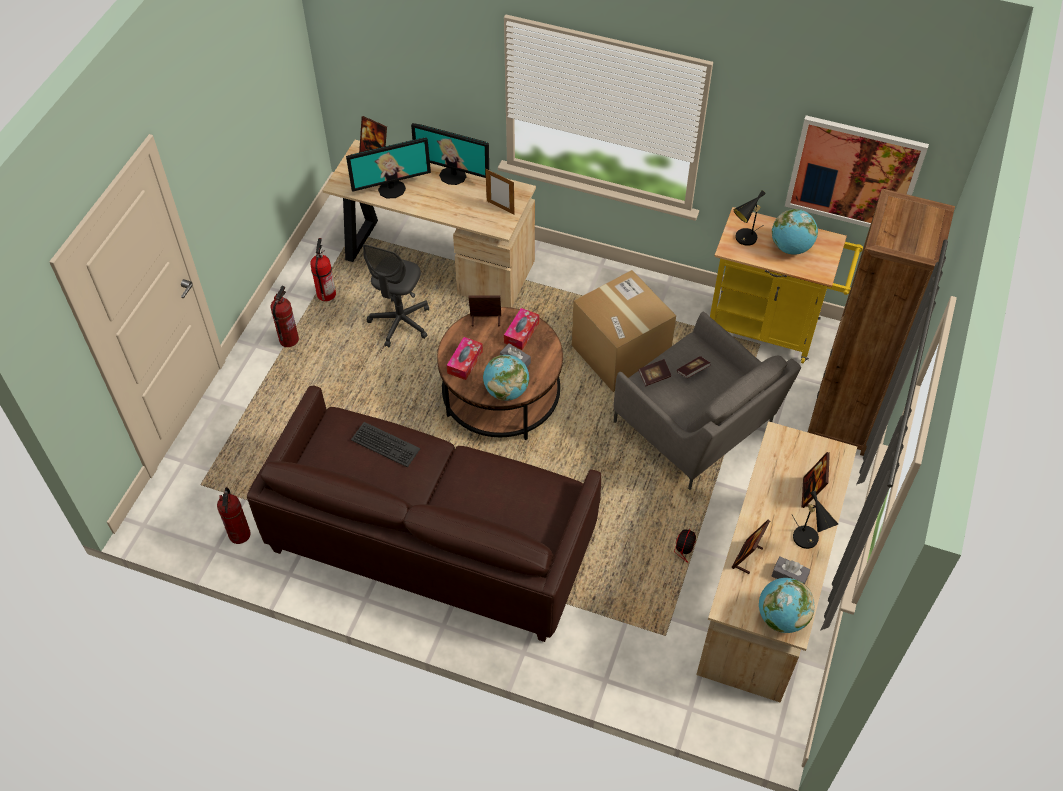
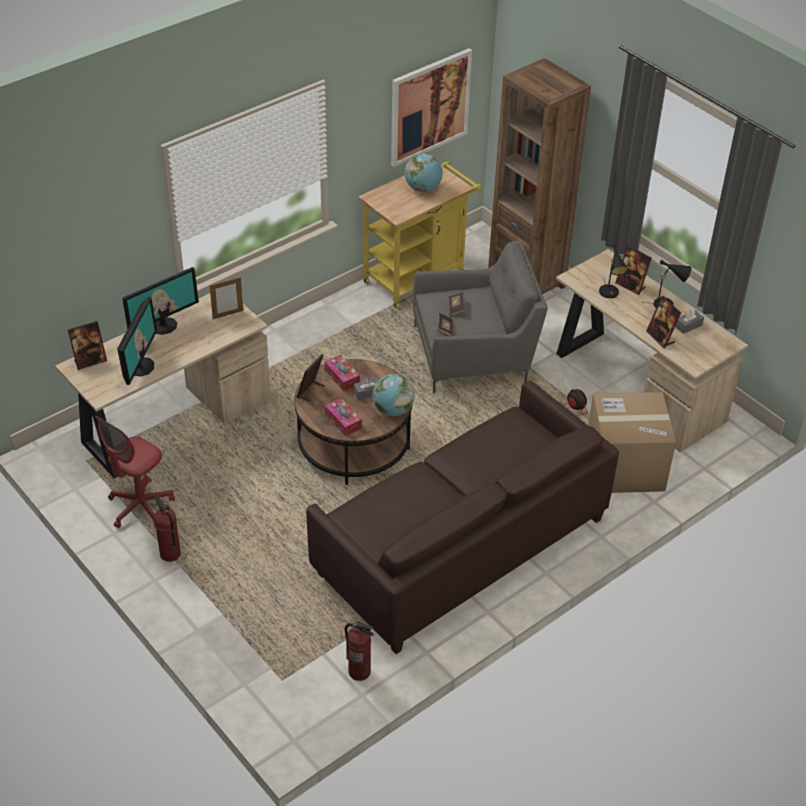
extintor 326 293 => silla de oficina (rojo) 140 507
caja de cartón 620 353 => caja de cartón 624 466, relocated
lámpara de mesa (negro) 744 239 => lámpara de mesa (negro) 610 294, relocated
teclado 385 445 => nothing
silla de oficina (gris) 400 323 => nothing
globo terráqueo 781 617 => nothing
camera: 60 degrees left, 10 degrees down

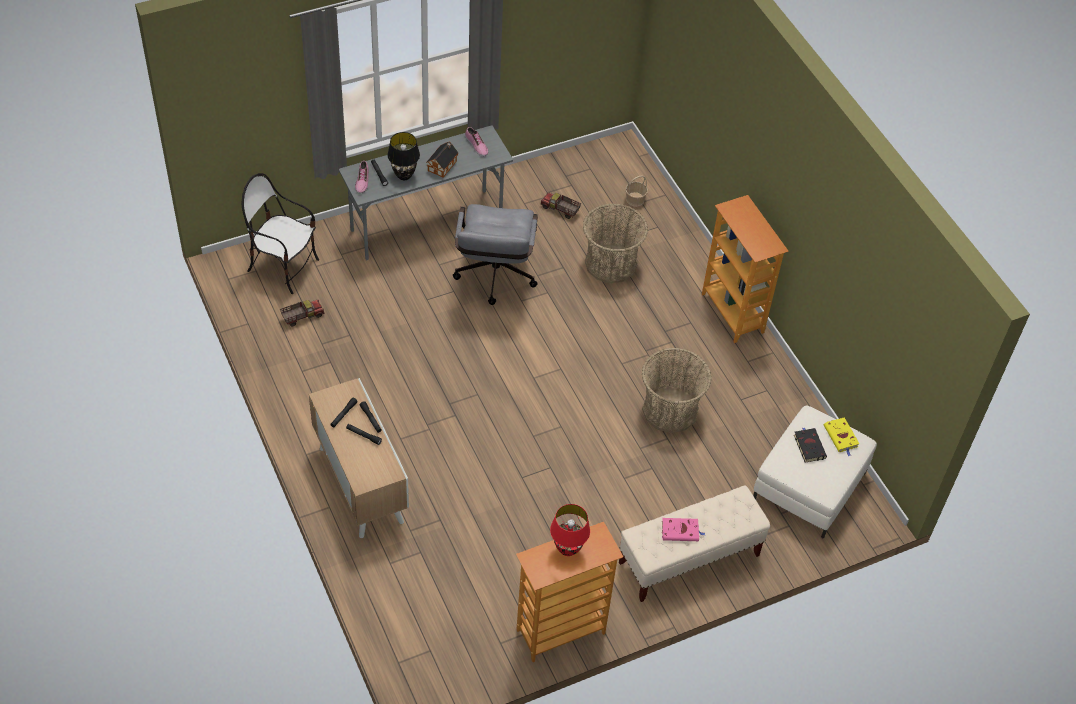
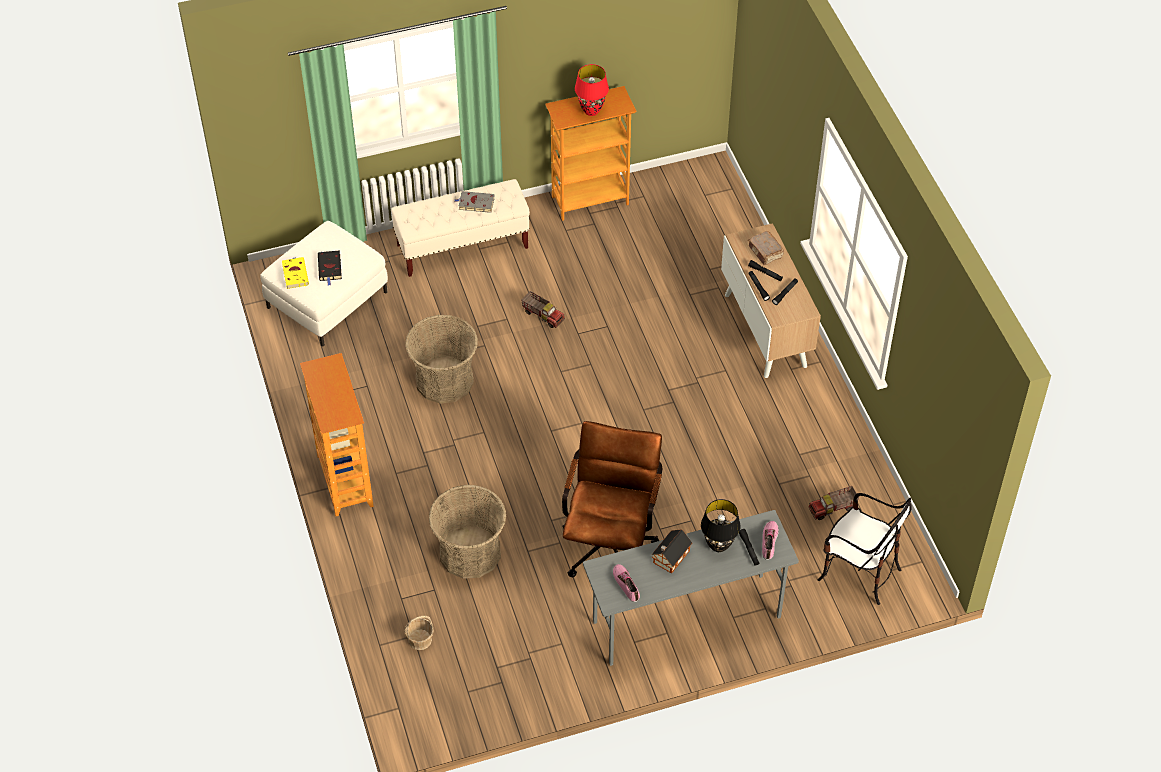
libro (rosa) 681 531 => libro (gris) 475 203
camión de juguete 560 210 => camión de juguete 543 315, relocated
silla de oficina (gris) 494 279 => silla de oficina (marrón) 611 541
nothing => libro (marrón) 765 252
camera: 170 degrees left, 0 degrees up

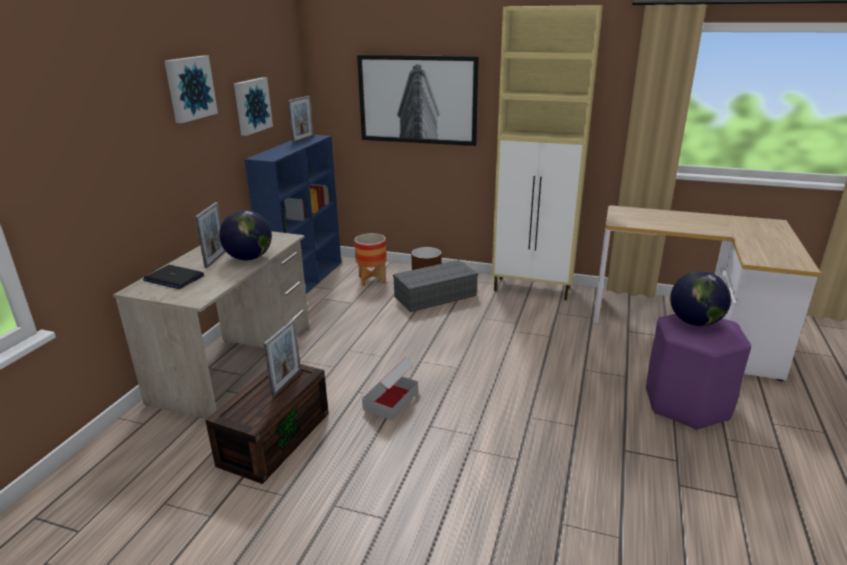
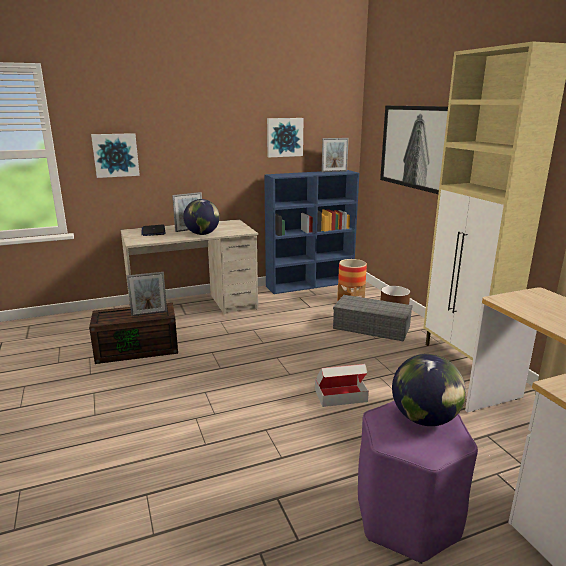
cuadro 189 88 => cuadro 115 155, relocated
caja de cartón 391 401 => caja de cartón 340 395, relocated
camera: 50 degrees right, 5 degrees down

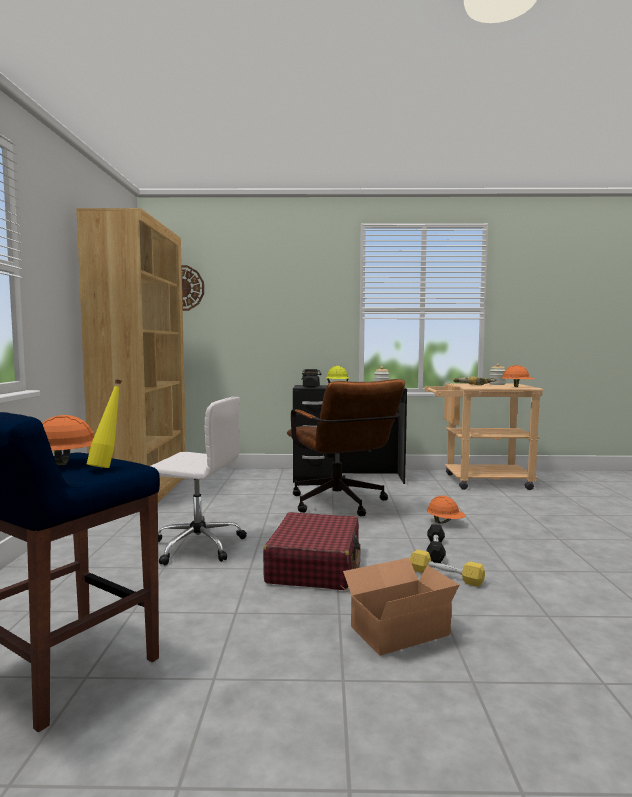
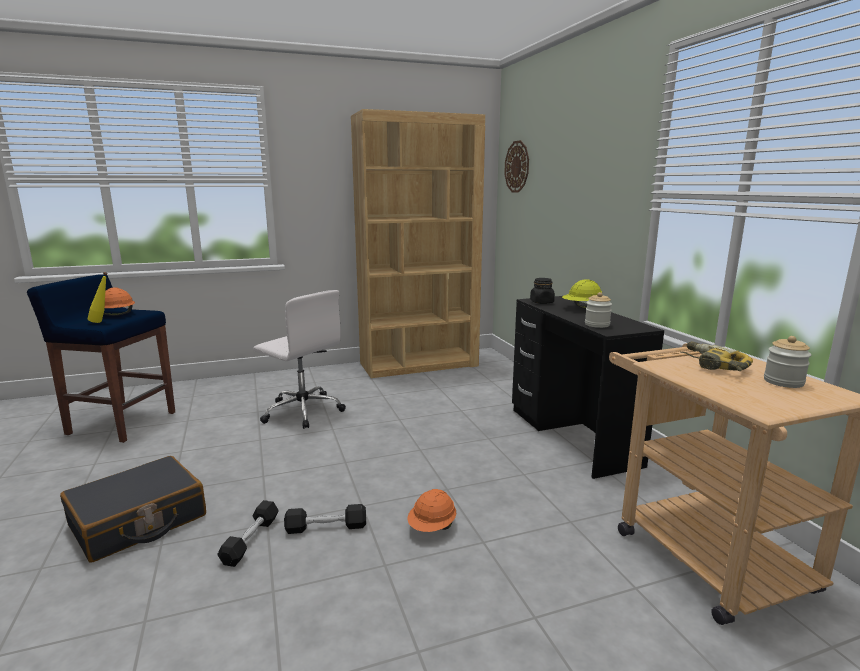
caja de cartón 396 629 => maleta (negro) 138 521
mancuerna (amarillo) 446 576 => mancuerna (negro) 251 540
silla de oficina (blanco) 196 546 => silla de oficina (blanco) 302 411, 45 degrees counterclockwise
maleta (rojo) 315 565 => nothing
silla de oficina (marrón) 341 505 => nothing
casco (naranja) 518 387 => nothing
camera: 70 degrees right, 10 degrees up

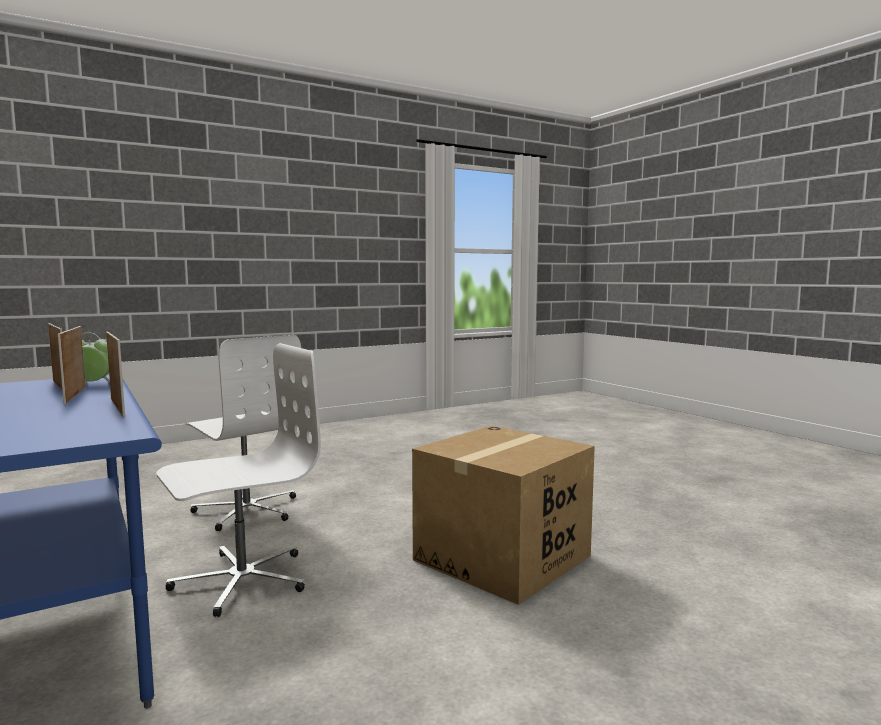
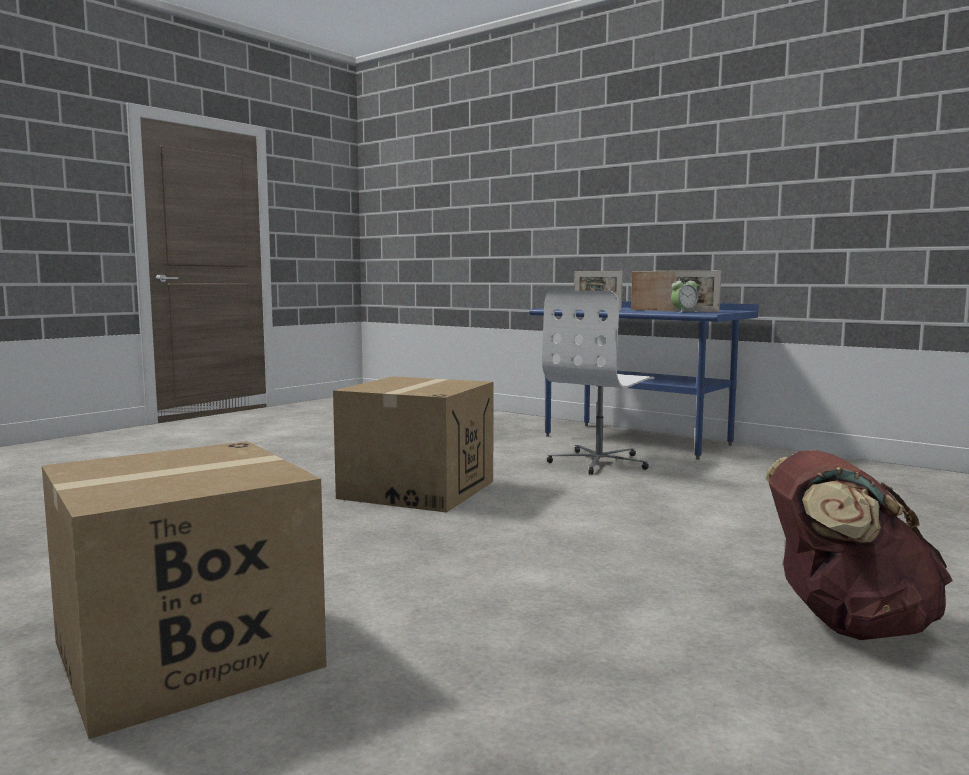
nothing => caja de cartón 186 654
nothing => mochila (marrón) 846 625
silla de oficina (blanco) 247 510 => nothing
camera: 160 degrees right, 0 degrees up

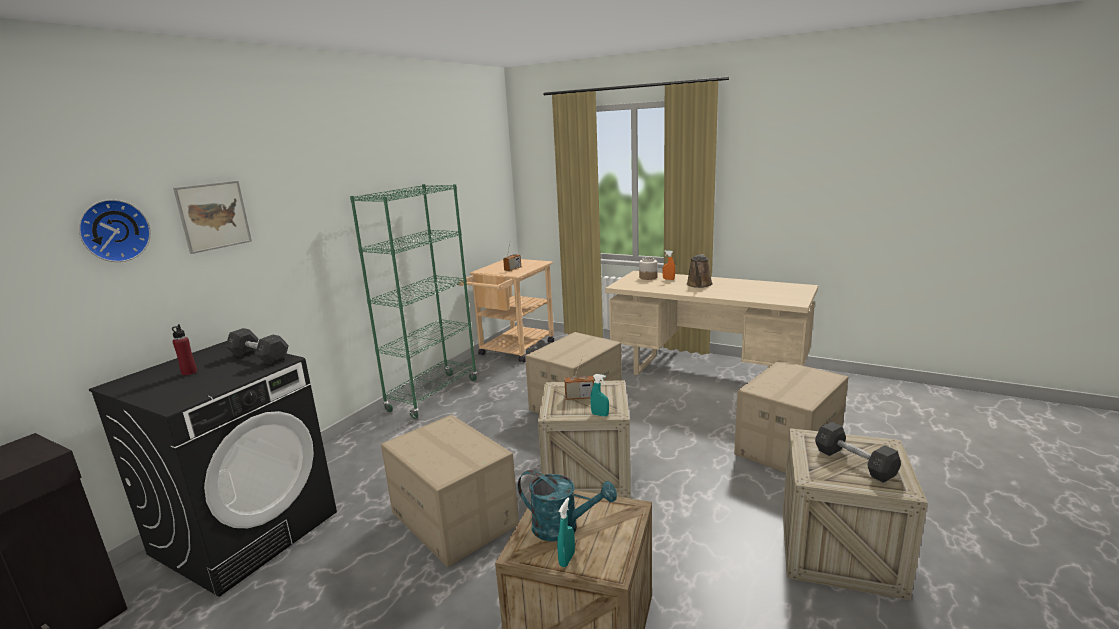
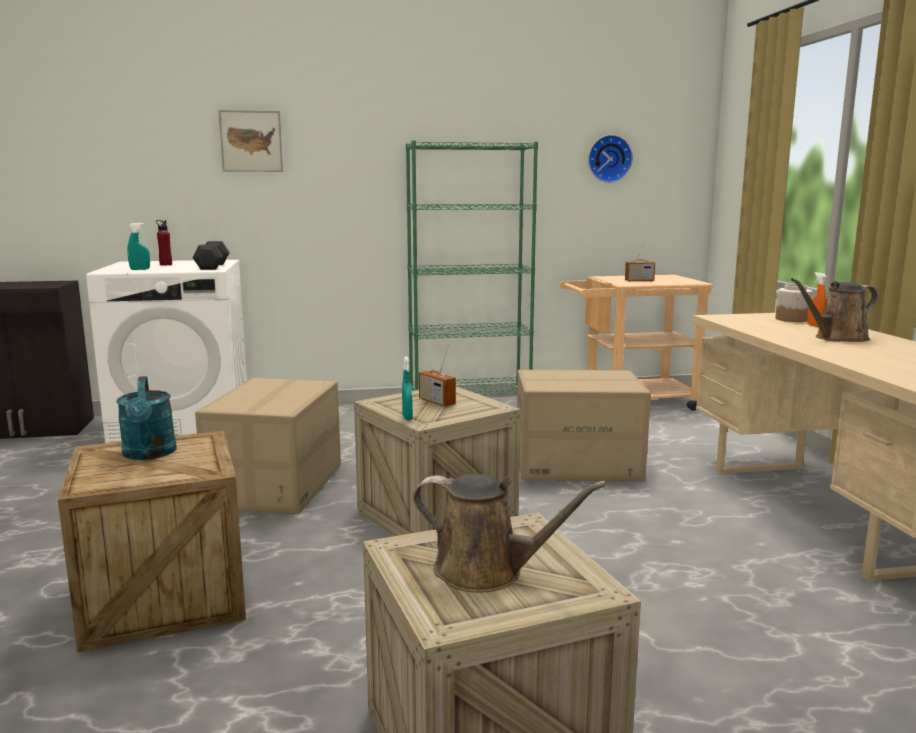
lavadora (negro) 246 532 => lavadora (blanco) 184 429
pulverizador (turquesa) 567 559 => pulverizador (turquesa) 140 269, relocated
mancuerna (gris) 854 463 => regadera (marrón) 487 572
reloj de pared 113 230 => reloj de pared 609 159, relocated
caja de cartón 787 446 => nothing
camera: 50 degrees right, 5 degrees down

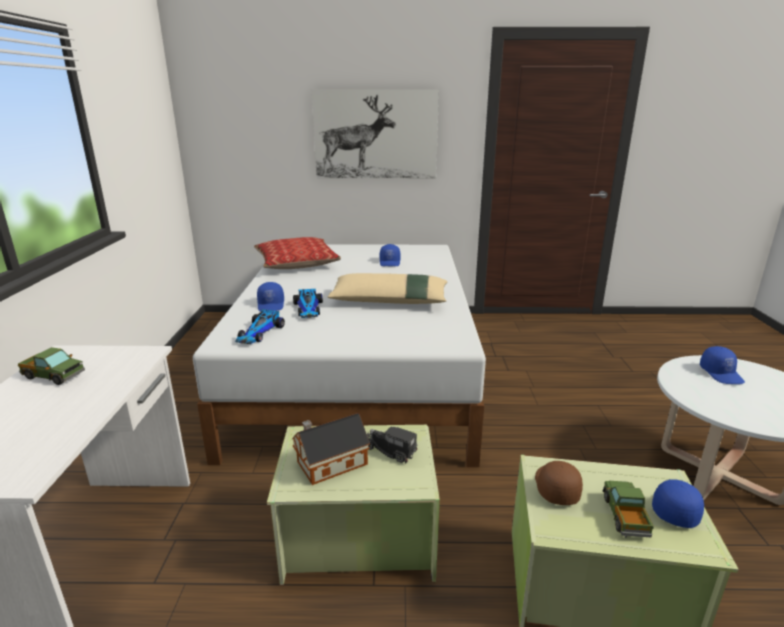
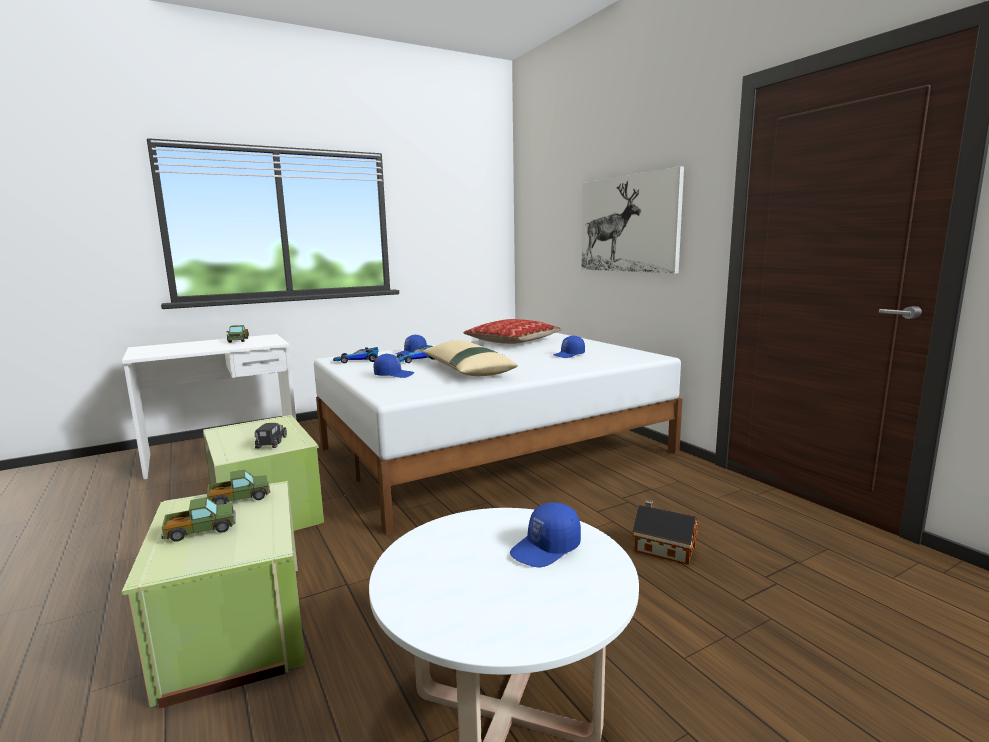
gorra (marrón) 555 487 => camión de juguete 239 499
gorra (azul) 674 508 => gorra (azul) 394 375, relocated
casita 329 463 => casita 662 548, relocated
camera: 60 degrees right, 10 degrees down

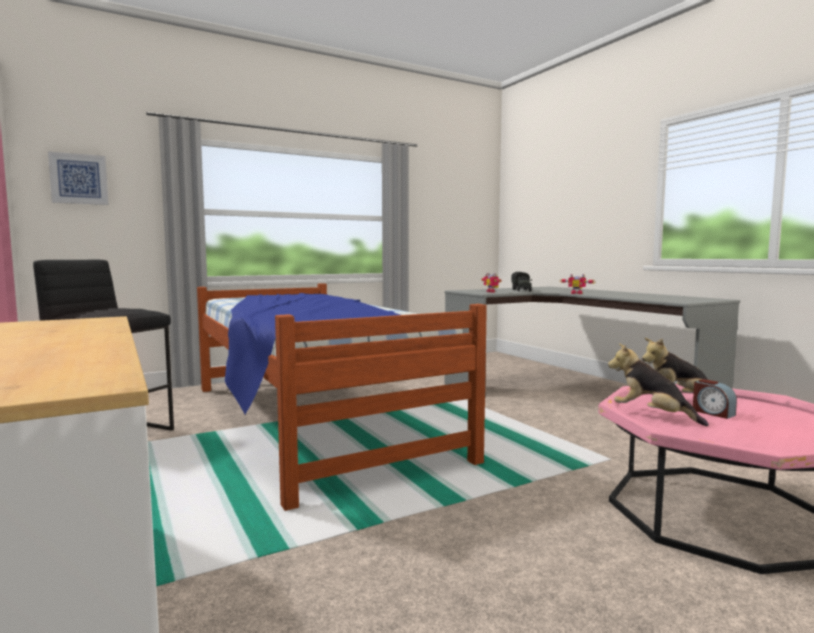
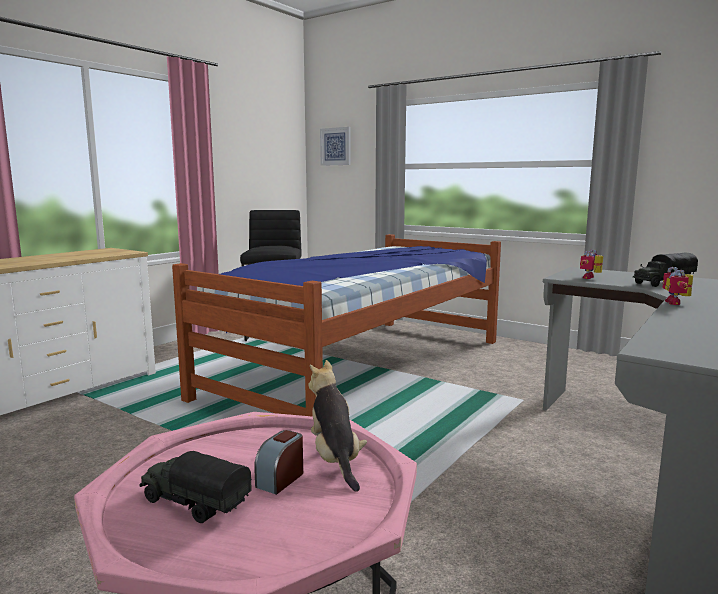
nothing => camión de juguete 193 504
peluche 652 415 => nothing
camera: 65 degrees right, 5 degrees up

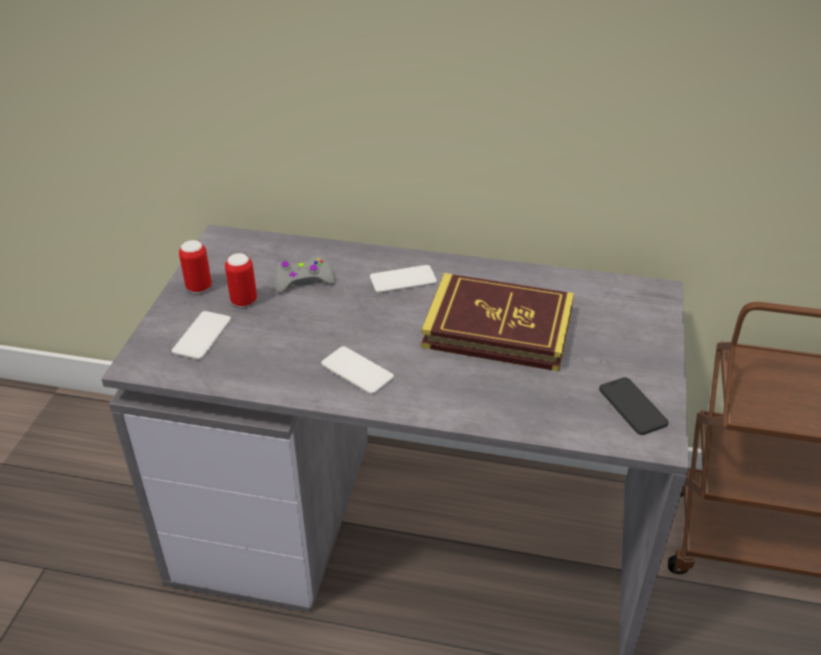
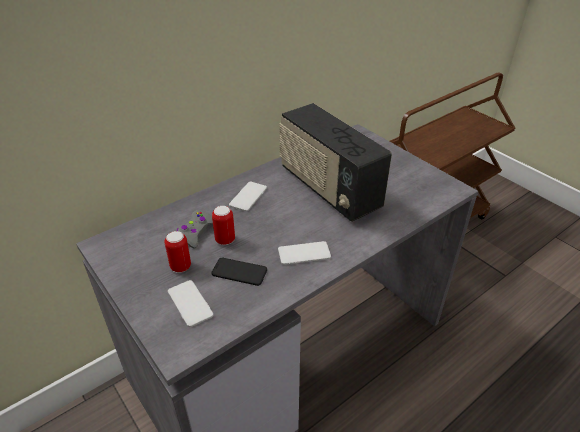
móvil 632 406 => móvil 239 272, relocated
lata 199 287 => lata 225 240, relocated
libro 498 329 => radio 328 188
camera: 50 degrees left, 0 degrees up

